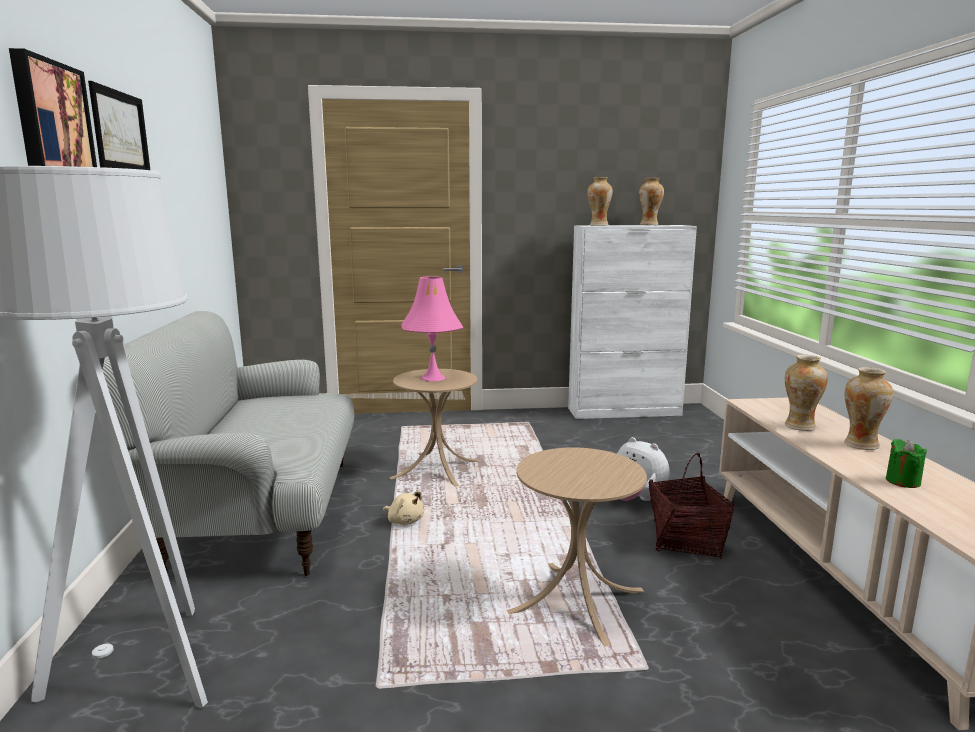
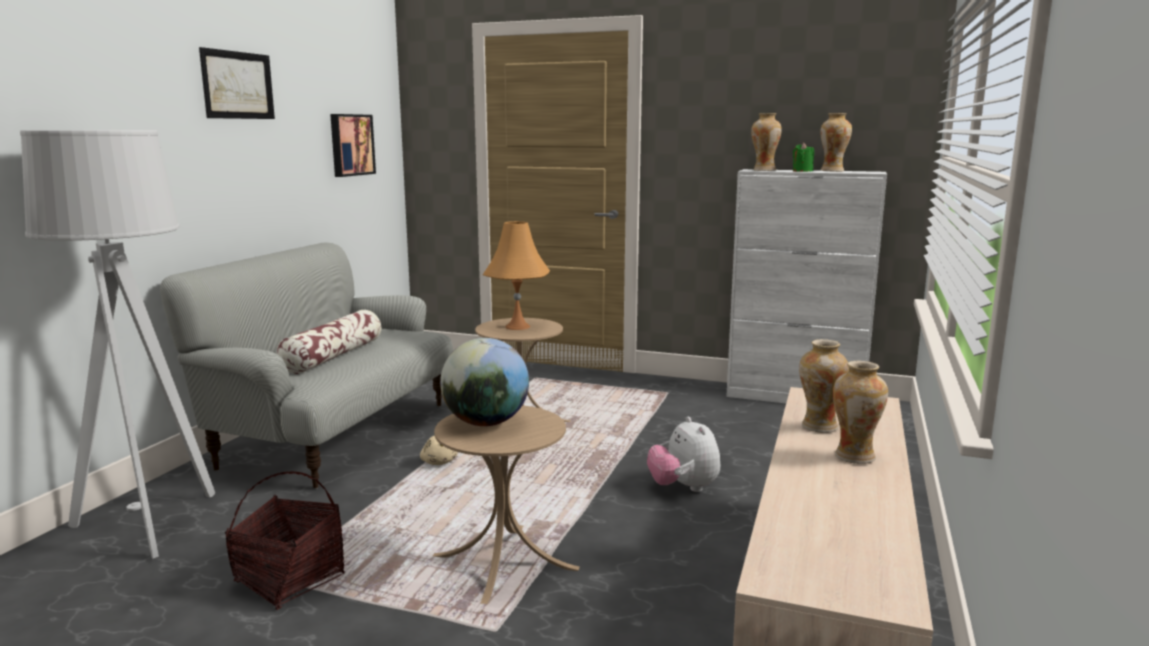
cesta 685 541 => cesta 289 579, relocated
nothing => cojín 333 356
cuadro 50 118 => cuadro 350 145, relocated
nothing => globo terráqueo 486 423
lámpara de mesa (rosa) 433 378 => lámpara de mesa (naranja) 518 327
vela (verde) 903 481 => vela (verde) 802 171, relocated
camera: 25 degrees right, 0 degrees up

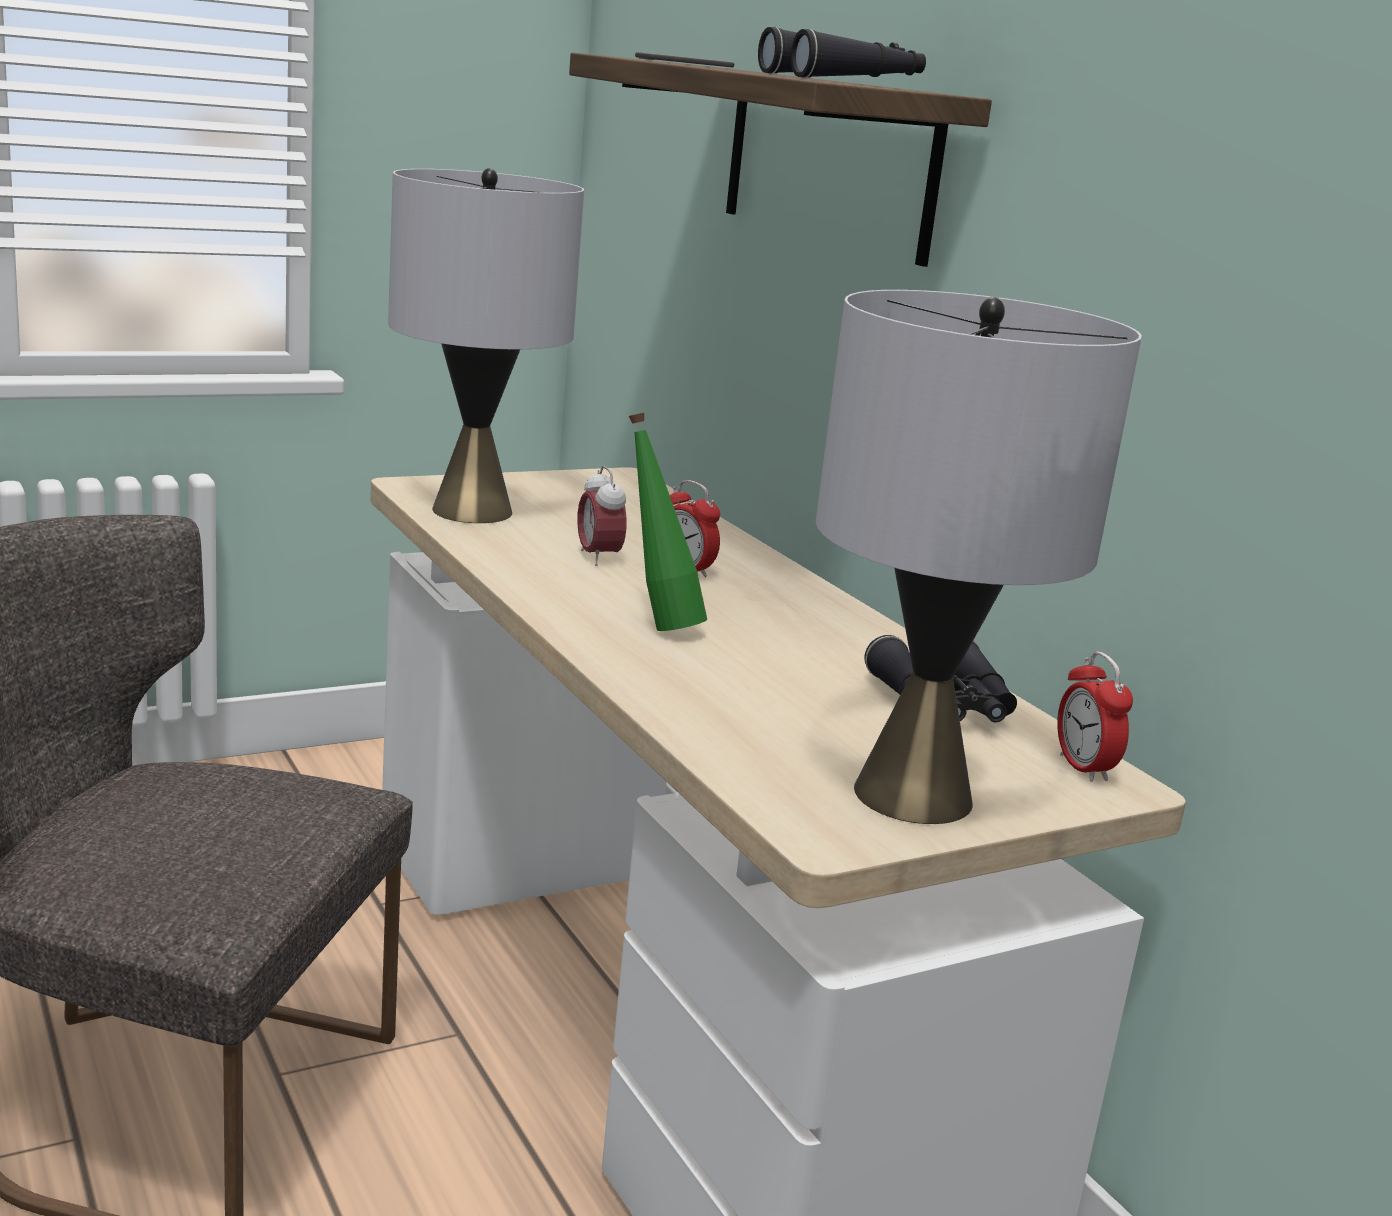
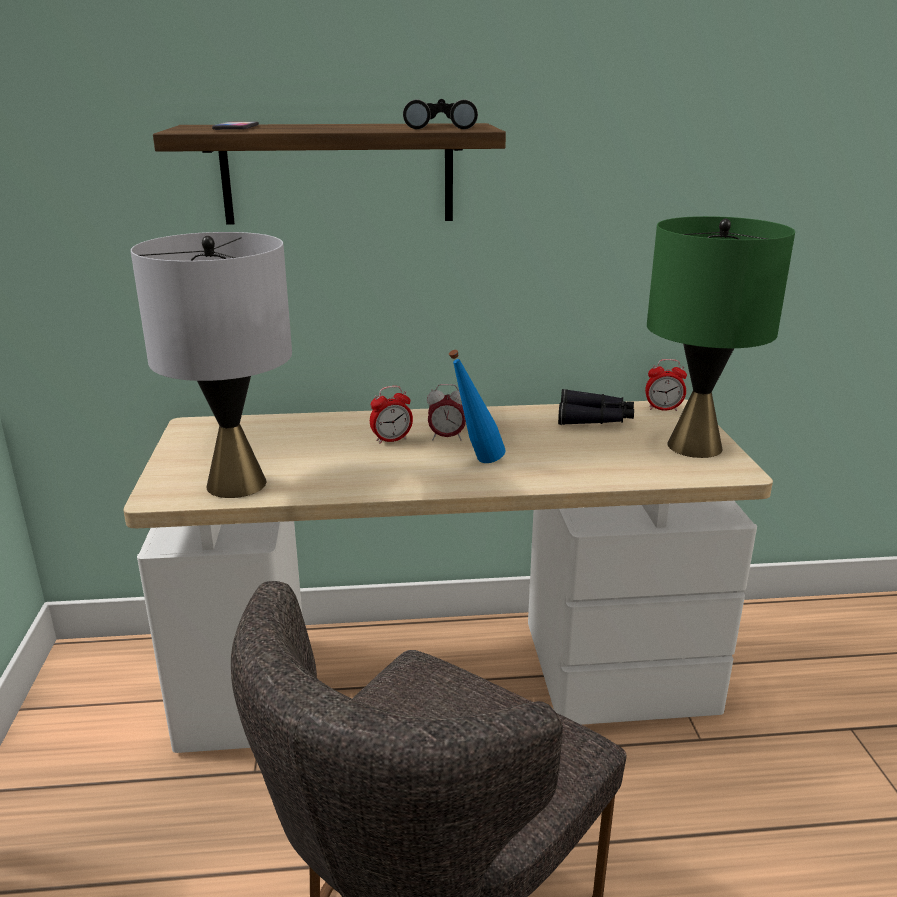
despertador 598 558 => despertador 447 438, relocated
botella (verde) 656 625 => botella (azul) 476 462
lámpara de mesa (gris) 911 795 => lámpara de mesa (verde) 694 446
camera: 65 degrees left, 5 degrees up

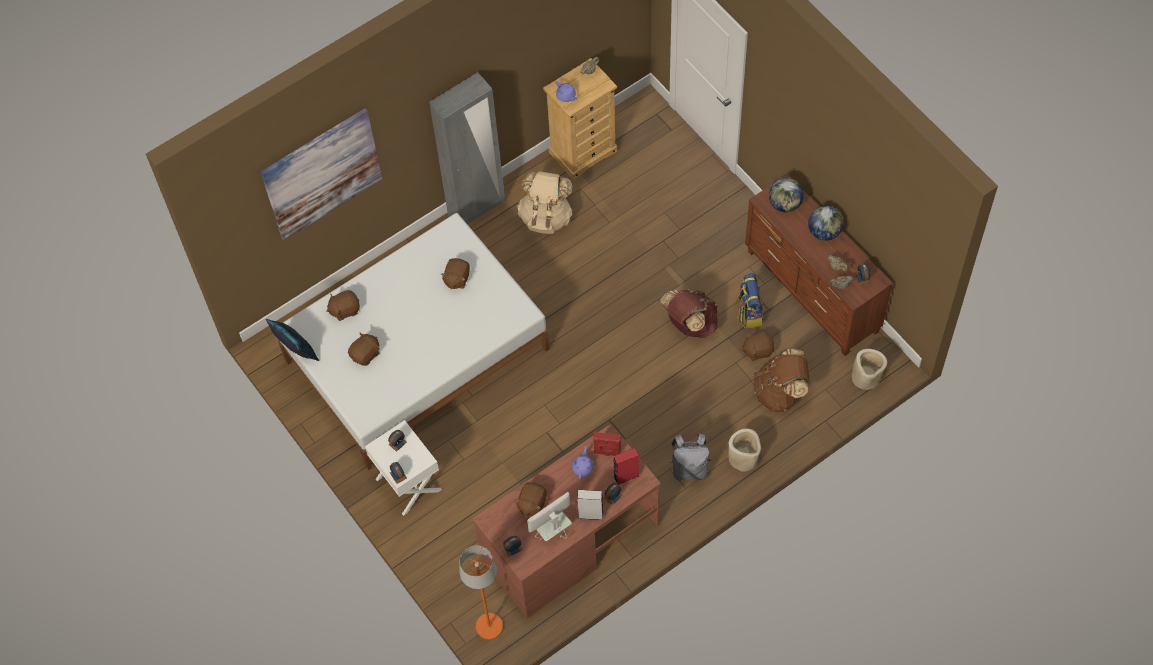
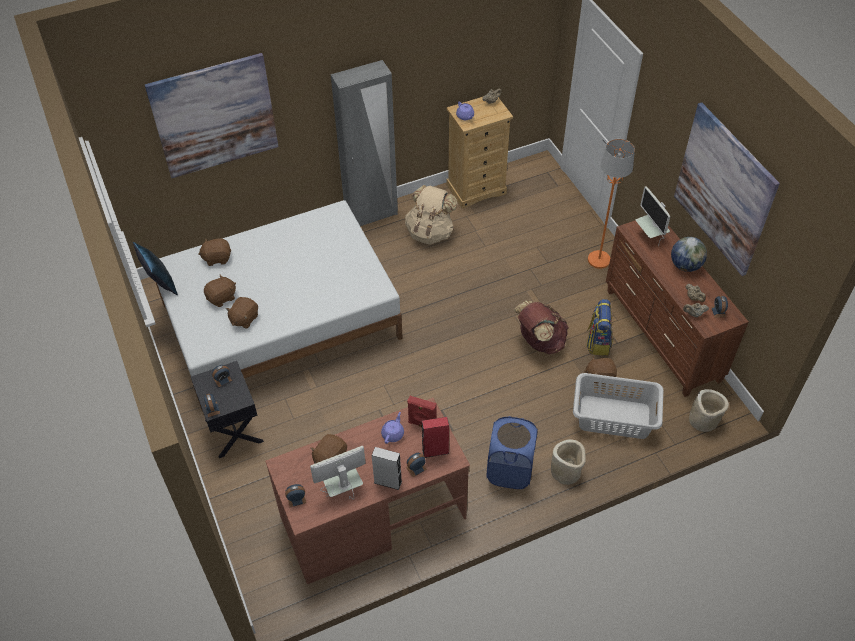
mesita de noche (blanco) 407 485 => mesita de noche (negro) 233 431
peluche (marrón) 456 279 => peluche (marrón) 244 319, relocated
mochila (gris) 689 468 => cesto de la ropa (azul) 510 470
mochila (marrón) 780 392 => cesto de la ropa (gris) 614 418
lámpara de pie (naranja) 489 627 => lámpara de pie (naranja) 598 260, relocated
globo terráqueo 785 204 => monitor 651 236
nothing => cuadro 724 189
camera: 10 degrees right, 10 degrees down

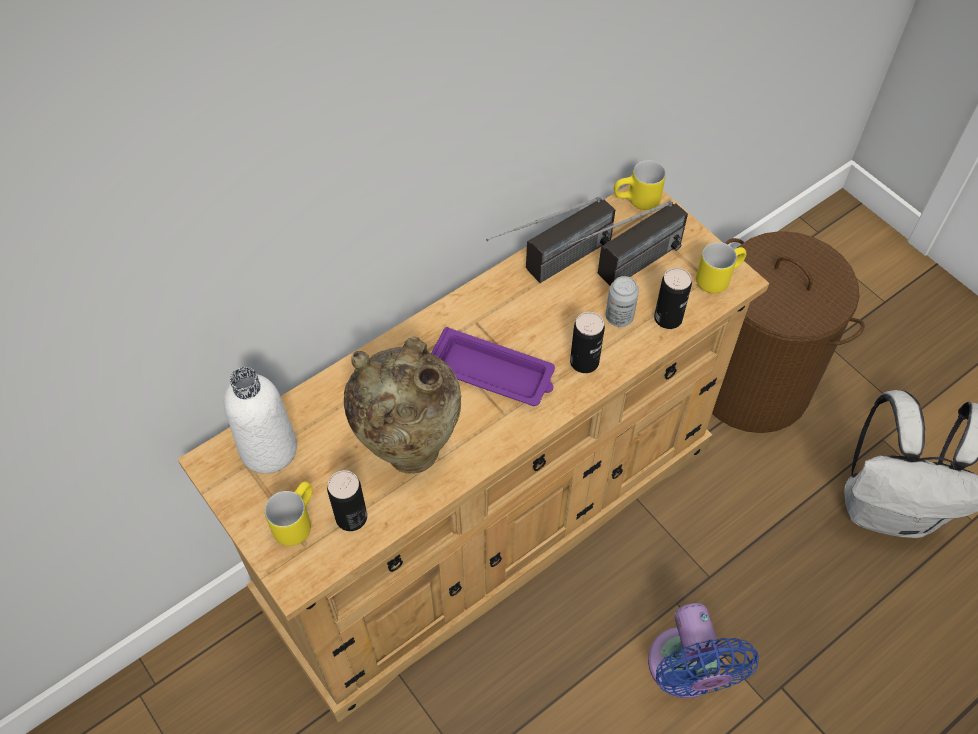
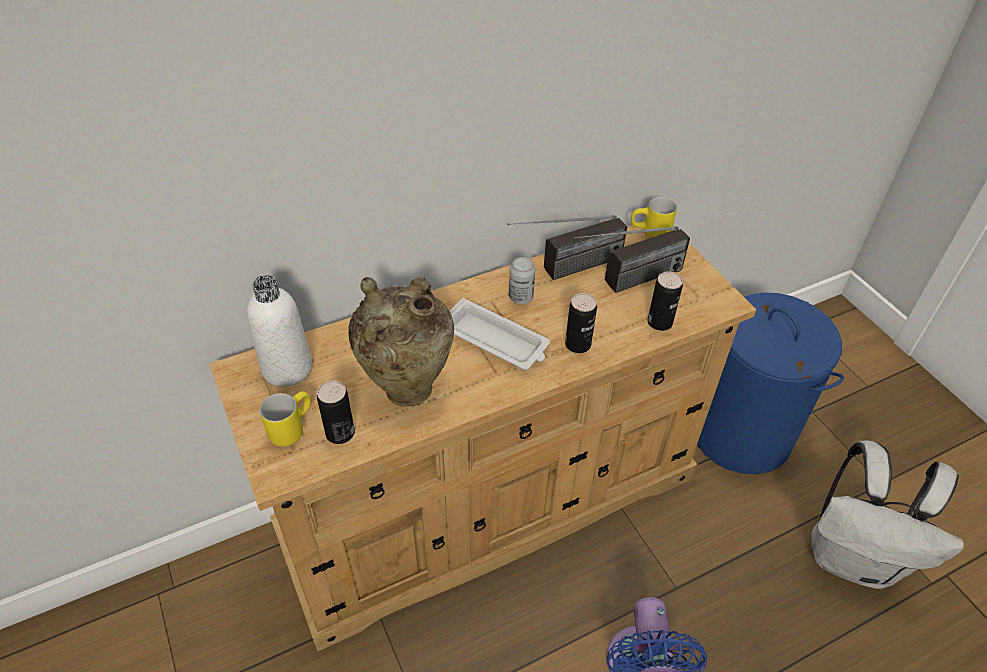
bandeja (morado) 493 373 => bandeja (blanco) 495 341
lata 619 317 => lata 520 297, relocated
cesto de la ropa (marrón) 753 385 => cesto de la ropa (azul) 741 433
taza grande (amarillo) 717 277 => nothing
camera: 10 degrees right, 10 degrees down

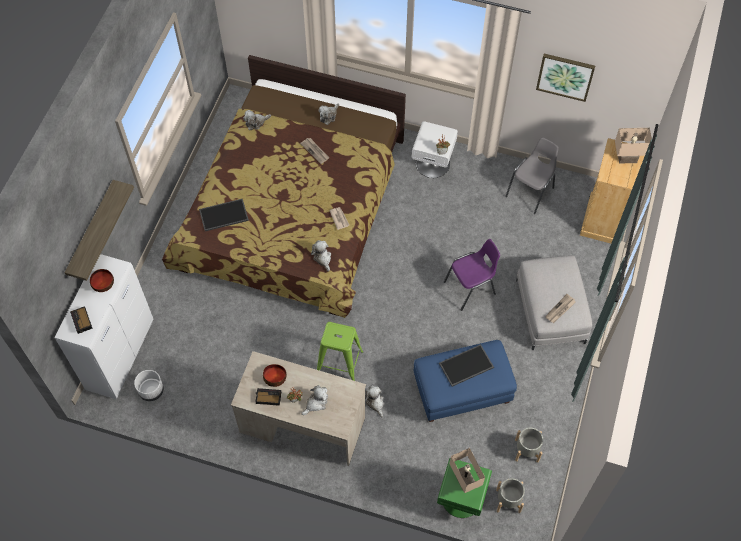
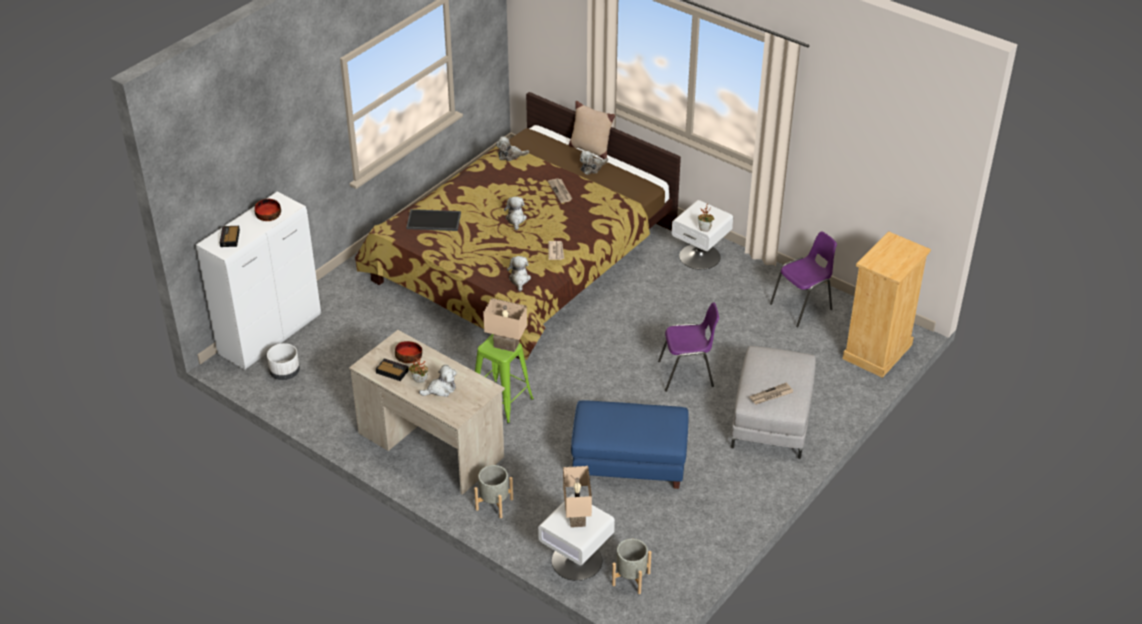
maceta (gris) 526 450 => maceta (gris) 494 504, relocated
lámpara de mesa (beis) 627 159 => lámpara de mesa (beis) 505 346, relocated
peluche 375 402 => peluche 516 219, relocated
mesita de noche (verde) 461 498 => mesita de noche (blanco) 576 561
nothing => cojín (beis) 590 149
silla (gris) 531 192 => silla (morado) 803 307
estante 92 231 => nothing
bandeja 466 366 => nothing
cuadro 565 76 => nothing
camera: 20 degrees right, 20 degrees down

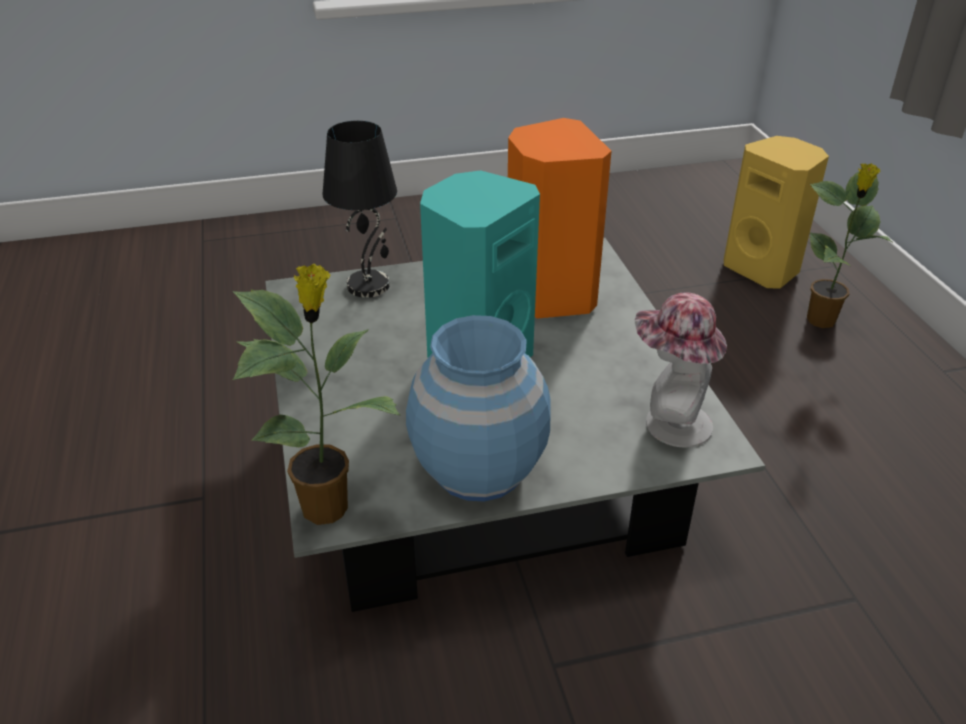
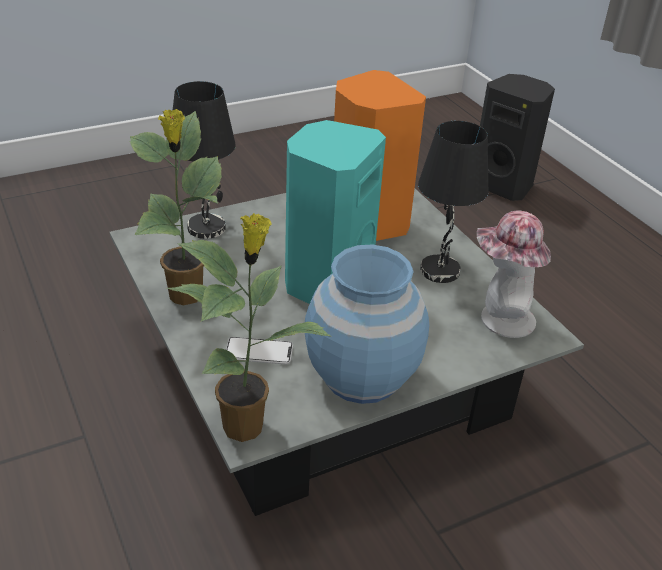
planta en maceta 822 321 => planta en maceta 186 296, relocated
nothing => móvil 259 352
nothing => lámpara de mesa (negro) 440 271
altavoz (amarillo) 763 269 => altavoz (negro) 503 185
camera: 15 degrees left, 0 degrees up

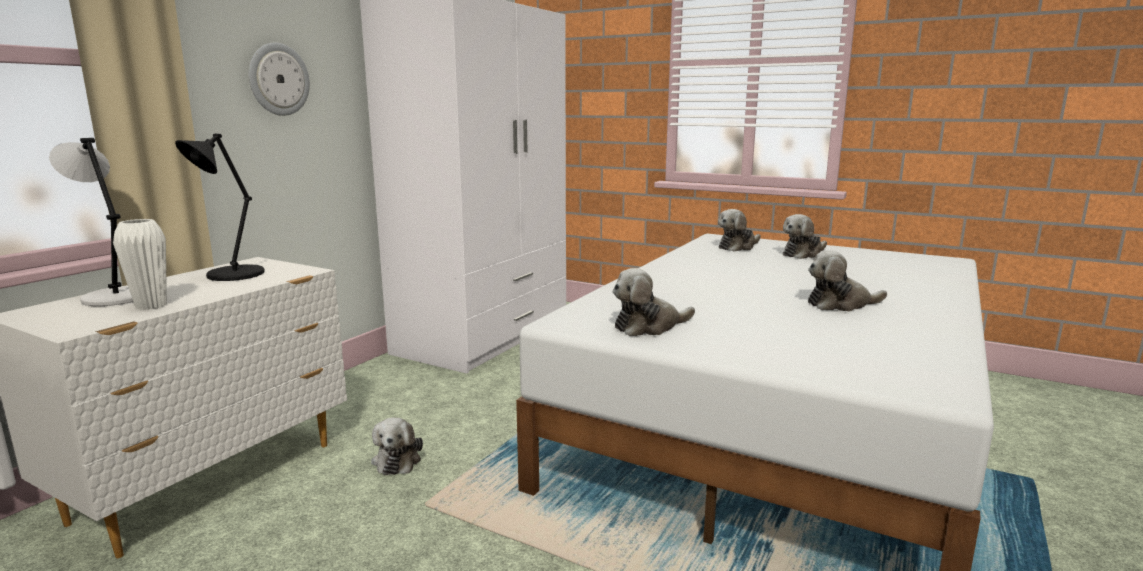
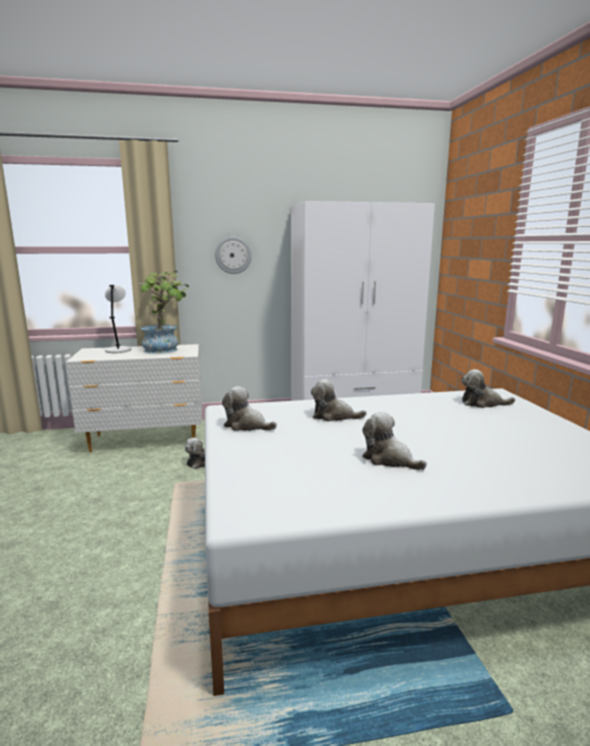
lámpara de mesa (negro) 232 275 => planta en maceta 166 350
peluche 803 254 => peluche 334 416, relocated
florero (blanco) 151 306 => nothing
camera: 50 degrees right, 0 degrees up

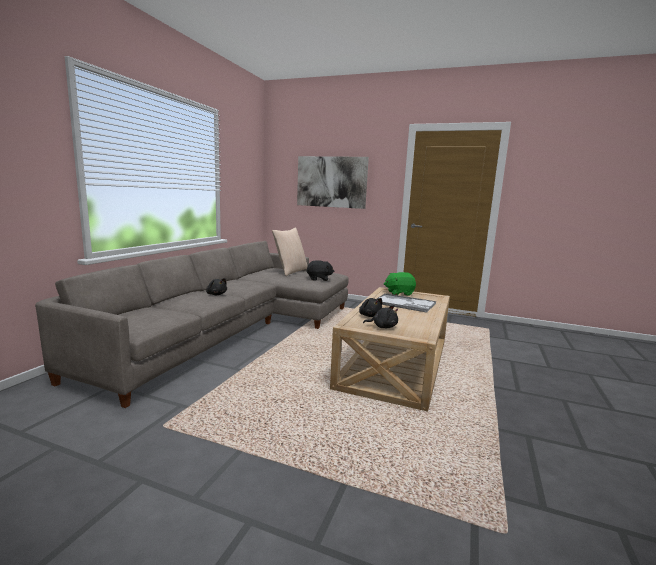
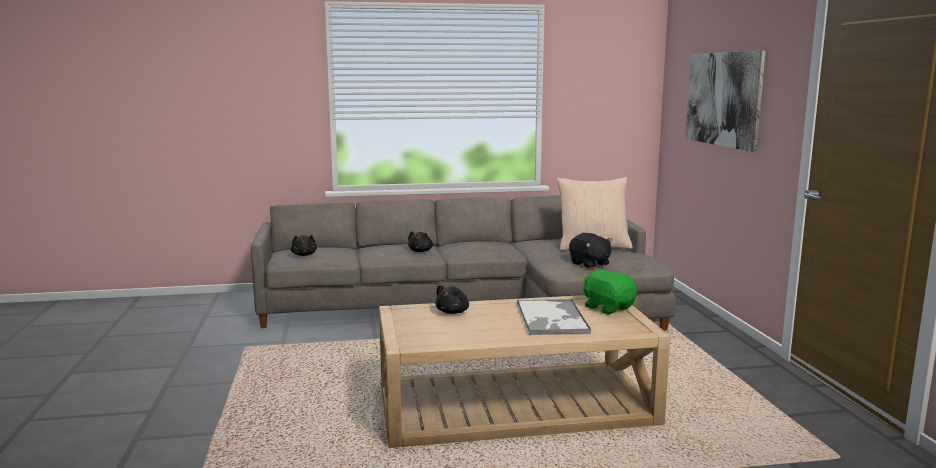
peluche (negro) 383 327 => peluche (negro) 304 255, relocated
camera: 60 degrees right, 0 degrees up

